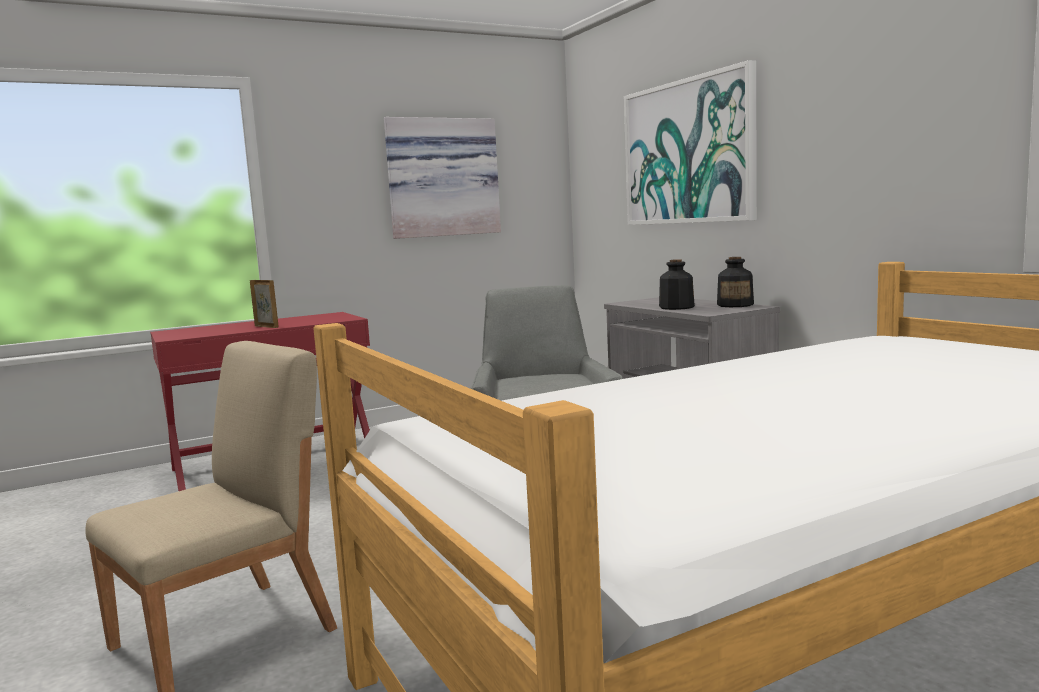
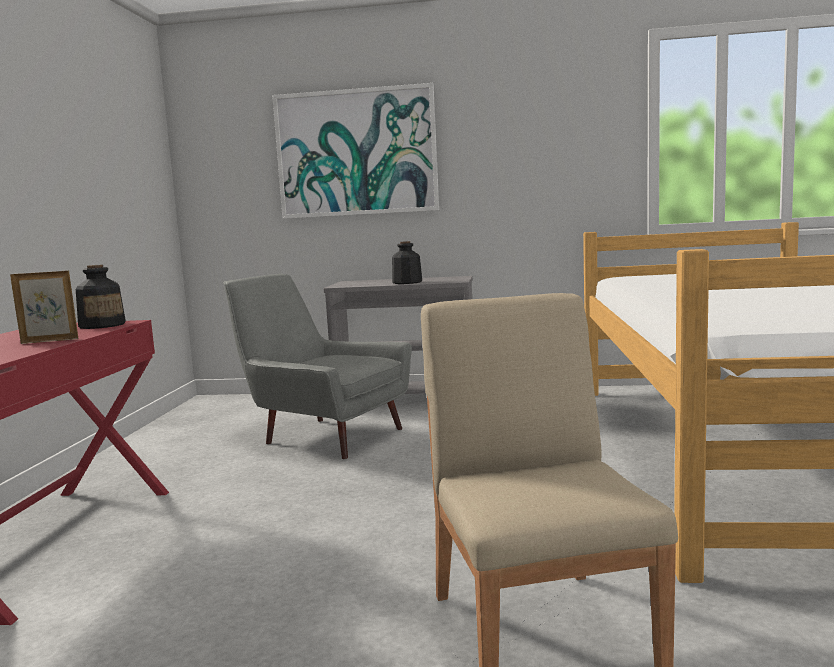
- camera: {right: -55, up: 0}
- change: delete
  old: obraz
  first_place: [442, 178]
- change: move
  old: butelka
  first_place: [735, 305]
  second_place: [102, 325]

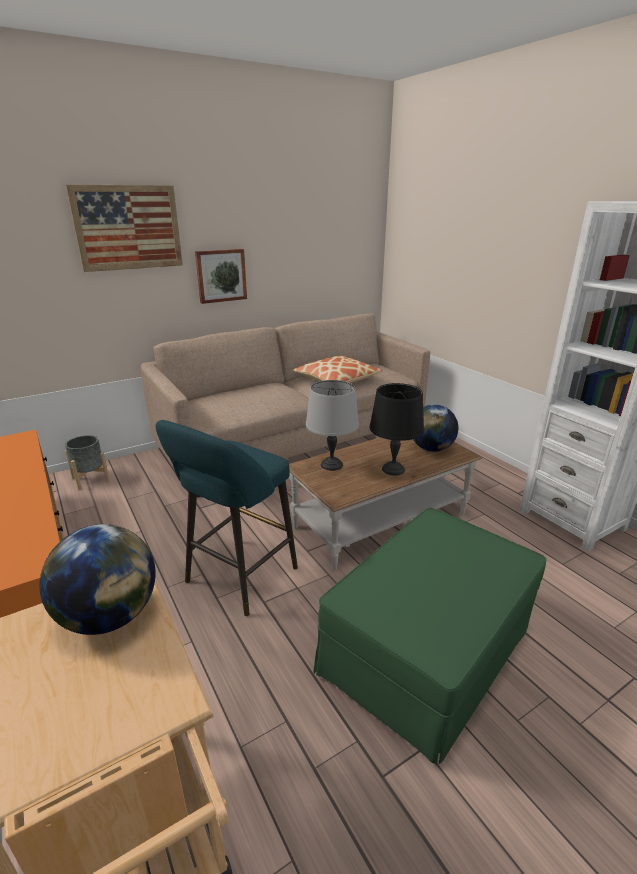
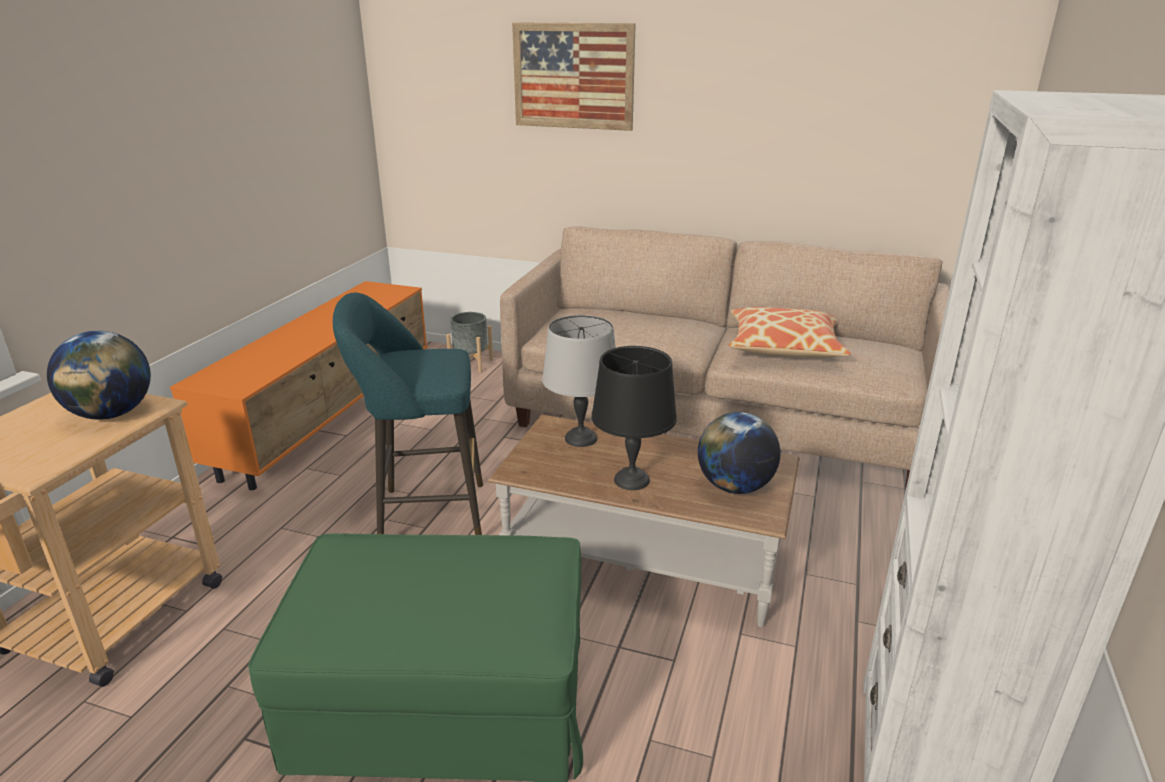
- camera: {right: 50, up: 0}
- change: delete
  old: obraz
  first_place: [221, 275]

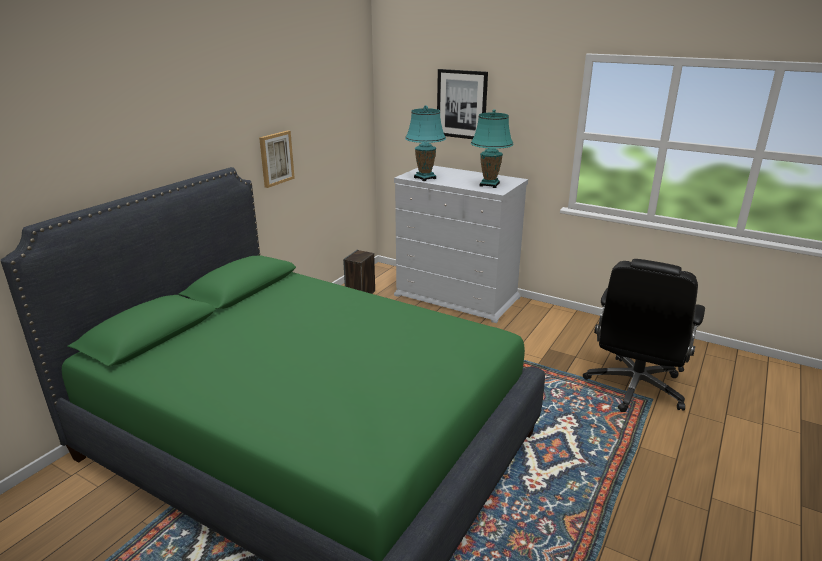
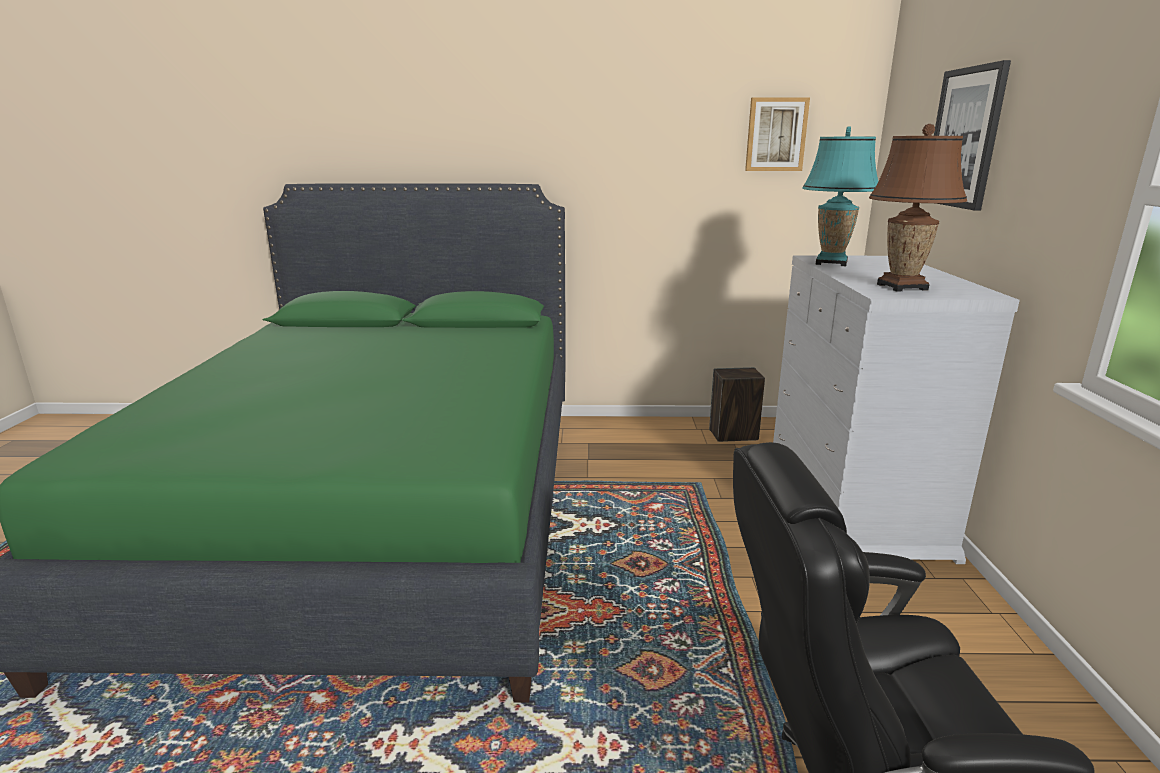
- camera: {right: 60, up: -5}
- change: recolor
  old: lampa stołowa/turkusowy
  new: lampa stołowa/brązowy
  first_place: [489, 185]
  second_place: [902, 287]
- change: move
  old: obraz
  first_place: [276, 158]
  second_place: [776, 134]

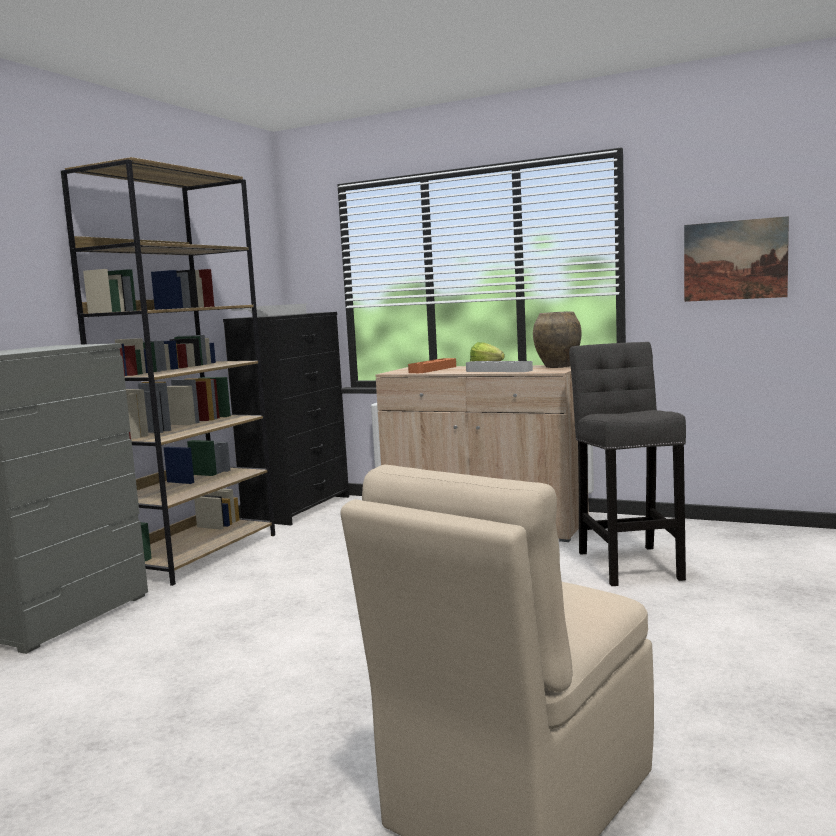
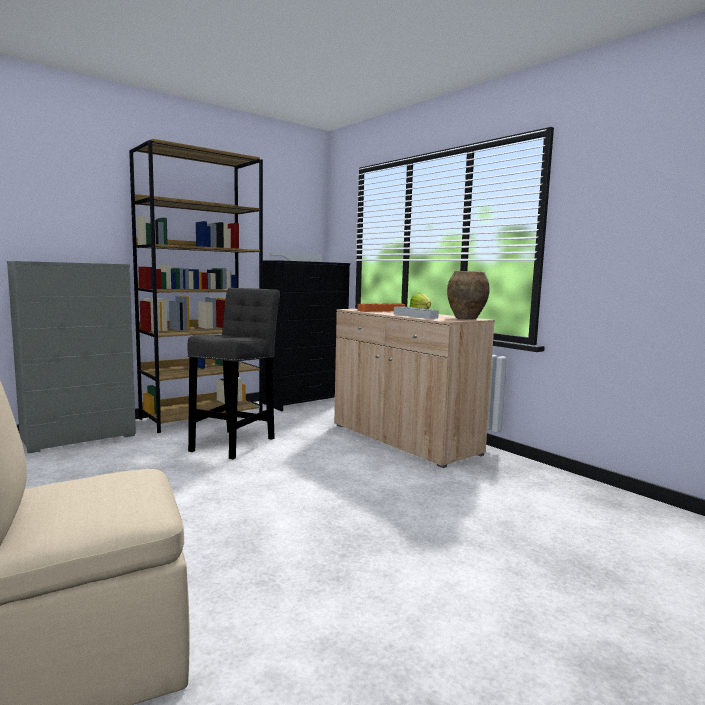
- camera: {right: 25, up: 0}
- change: delete
  old: obraz
  first_place: [735, 260]
- change: move
  old: stołek/szary
  first_place: [628, 563]
  second_place: [235, 443]

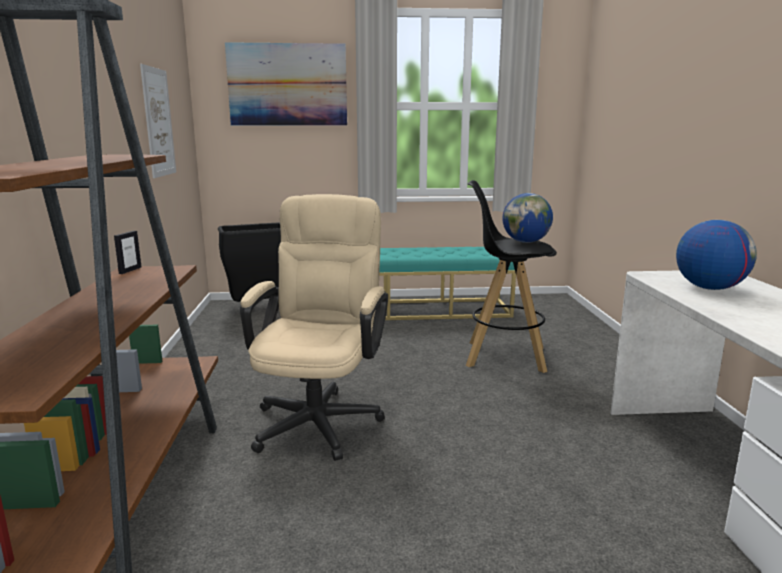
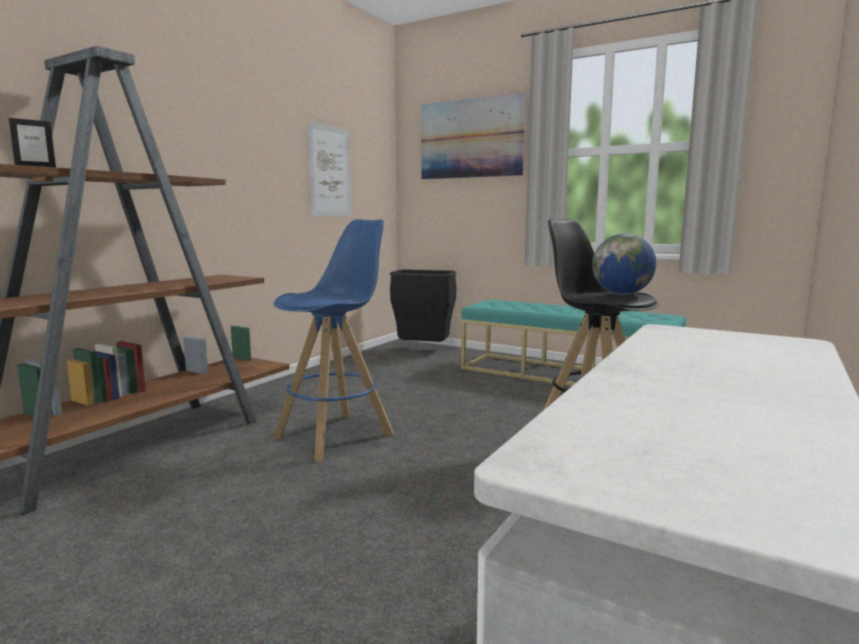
- camera: {right: 35, up: -5}
- change: replace
  old: krzesło biurowe/beżowy
  new: stołek/niebieski
  first_place: [320, 417]
  second_place: [335, 435]
- change: delete
  old: globus
  first_place: [709, 288]
- change: move
  old: ramka na zdjęcie
  first_place: [130, 270]
  second_place: [35, 166]

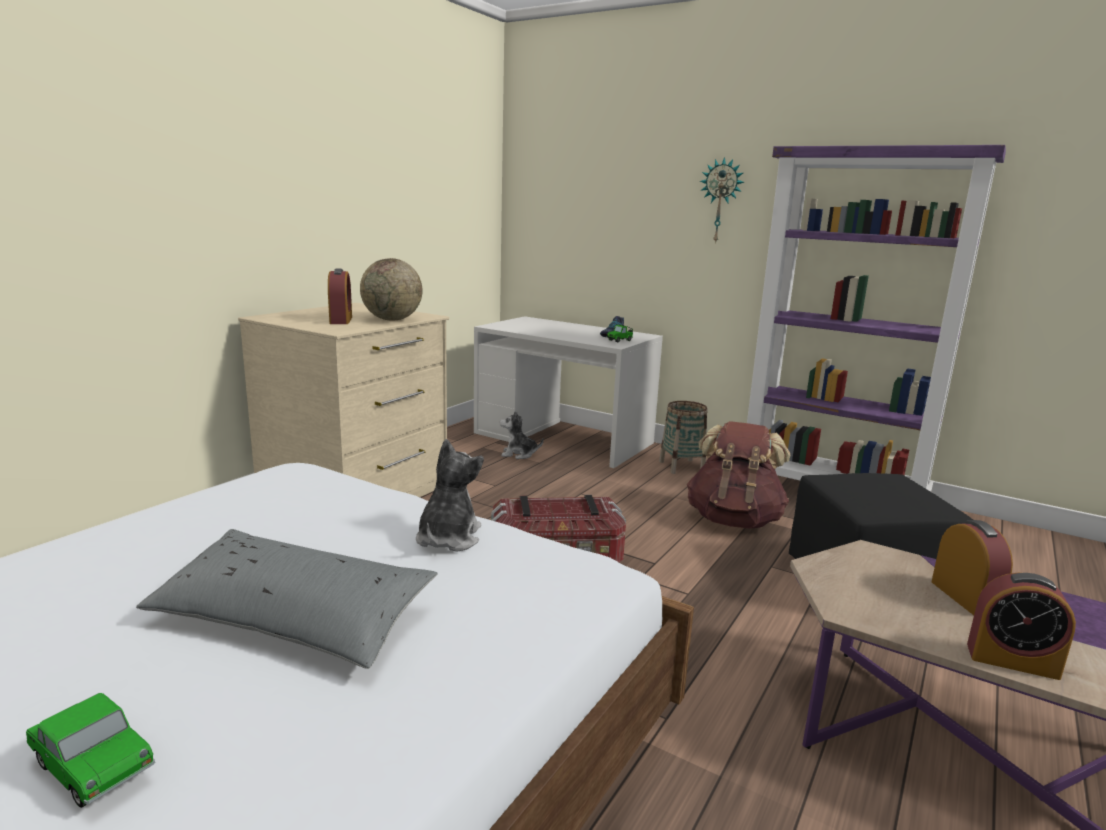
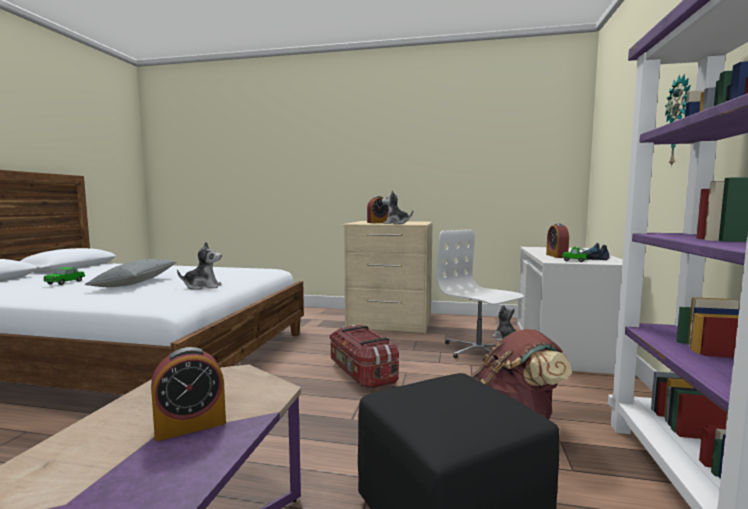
- camera: {right: 70, up: -10}
- change: replace
  old: globus
  new: pluszak
  first_place: [392, 319]
  second_place: [395, 223]
- change: delete
  old: koszyk
  first_place: [681, 466]
- change: move
  old: budzik
  first_place: [1012, 660]
  second_place: [556, 256]
- change: insert
  new: krzesło biurowe/biały
  second_place: [478, 350]

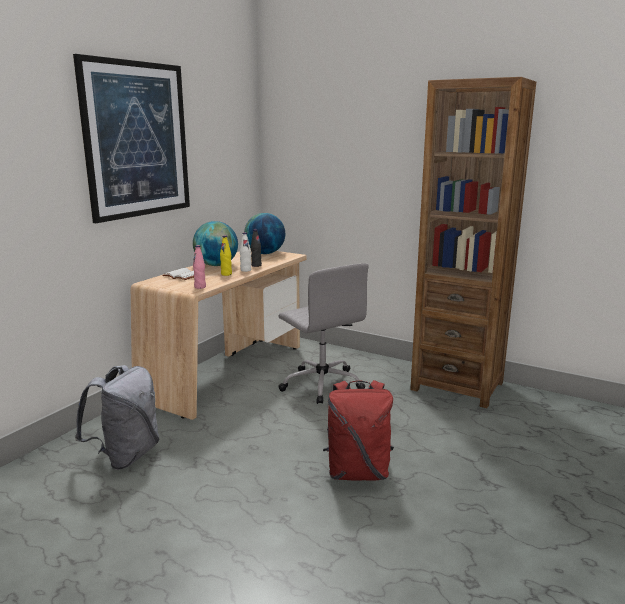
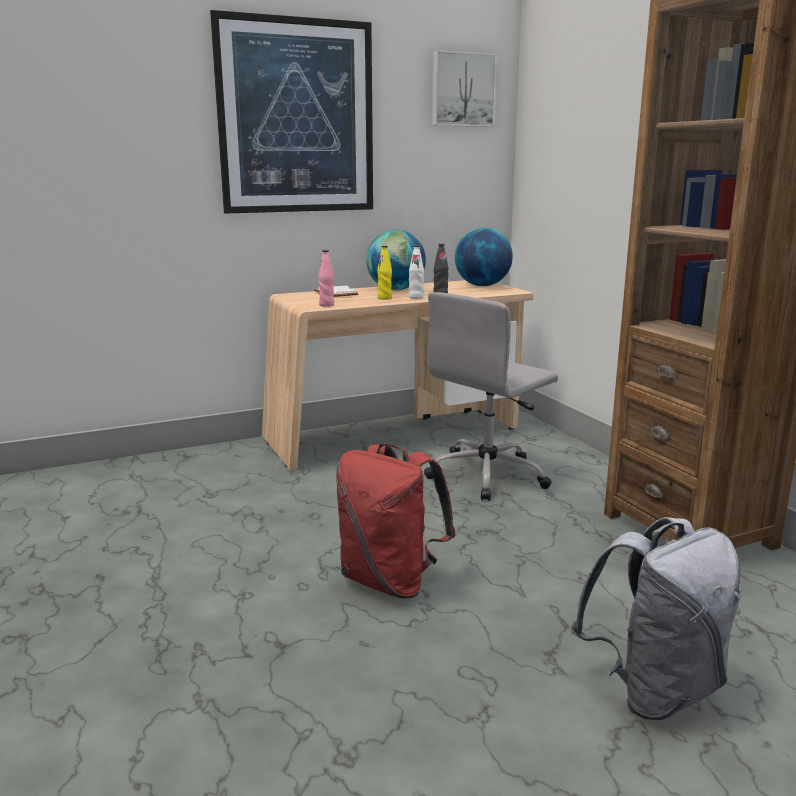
- camera: {right: 35, up: 0}
- change: rotate
  old: krzesło biurowe/szary
  first_place: [321, 384]
  second_place: [488, 475]
  degrees: 45
- change: move
  old: plecak/szary
  first_place: [126, 455]
  second_place: [654, 690]
- change: insert
  new: obraz
  second_place: [462, 90]

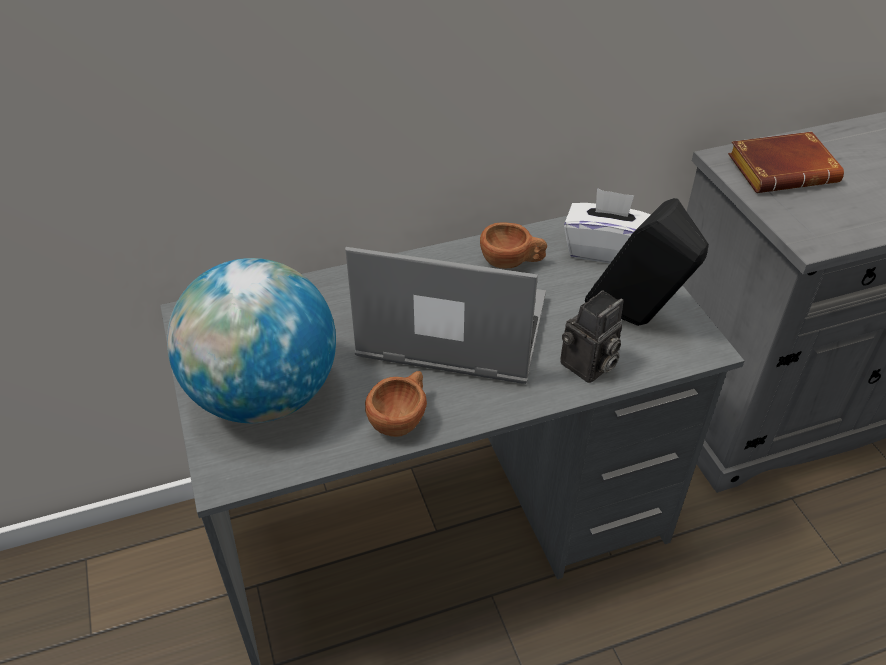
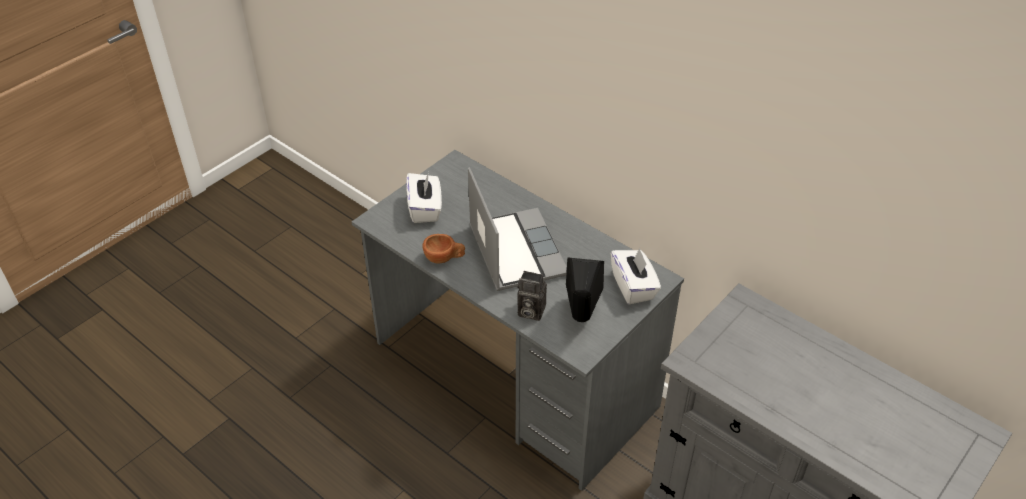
- camera: {right: 60, up: 0}
- change: delete
  old: książka/brązowy
  first_place: [783, 169]
- change: delete
  old: filiżanka/brązowy
  first_place: [512, 262]
- change: replace
  old: globus
  new: pudełko chusteczek/biały
  first_place: [264, 395]
  second_place: [425, 209]

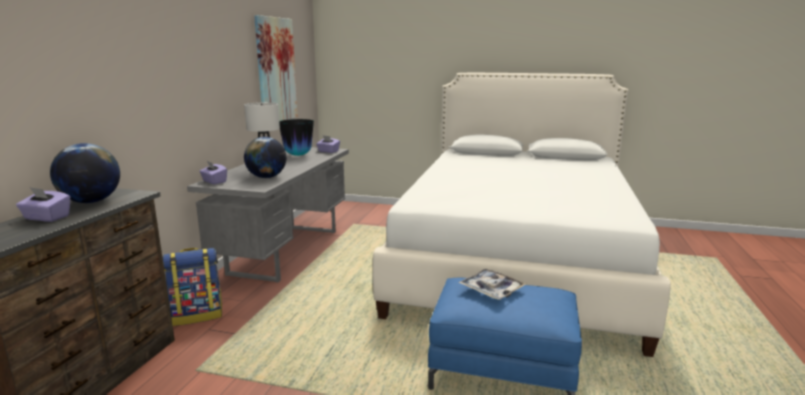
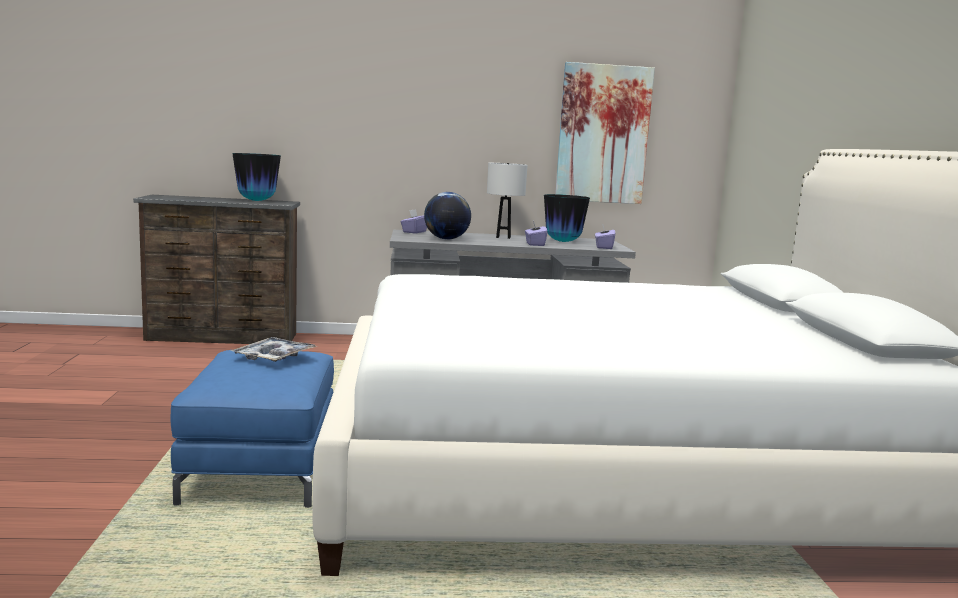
- camera: {right: 70, up: -5}
- change: replace
  old: globus
  new: wazon
  first_place: [91, 201]
  second_place: [257, 201]
- change: move
  old: pudełko chusteczek/fioletowy
  first_place: [46, 218]
  second_place: [534, 244]
- change: delete
  old: plecak
  first_place: [197, 315]

